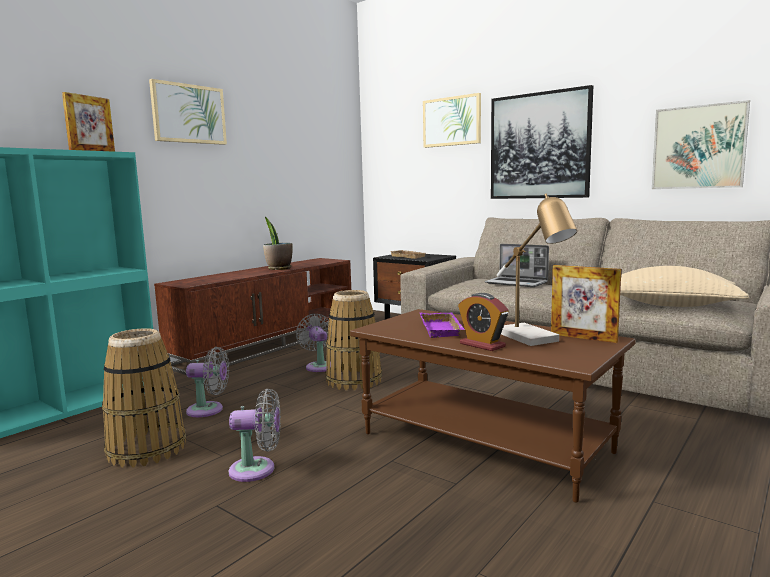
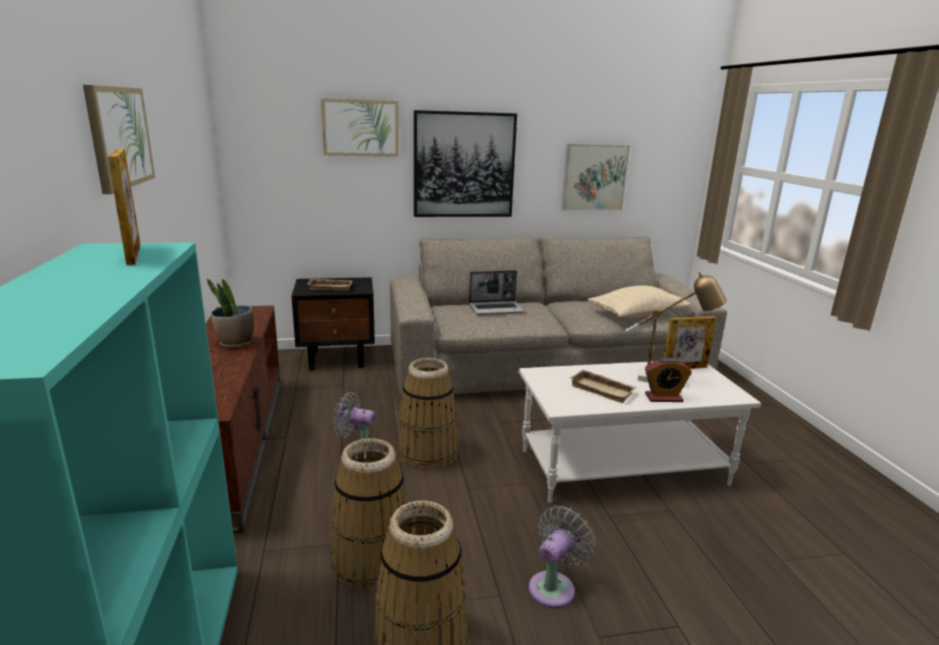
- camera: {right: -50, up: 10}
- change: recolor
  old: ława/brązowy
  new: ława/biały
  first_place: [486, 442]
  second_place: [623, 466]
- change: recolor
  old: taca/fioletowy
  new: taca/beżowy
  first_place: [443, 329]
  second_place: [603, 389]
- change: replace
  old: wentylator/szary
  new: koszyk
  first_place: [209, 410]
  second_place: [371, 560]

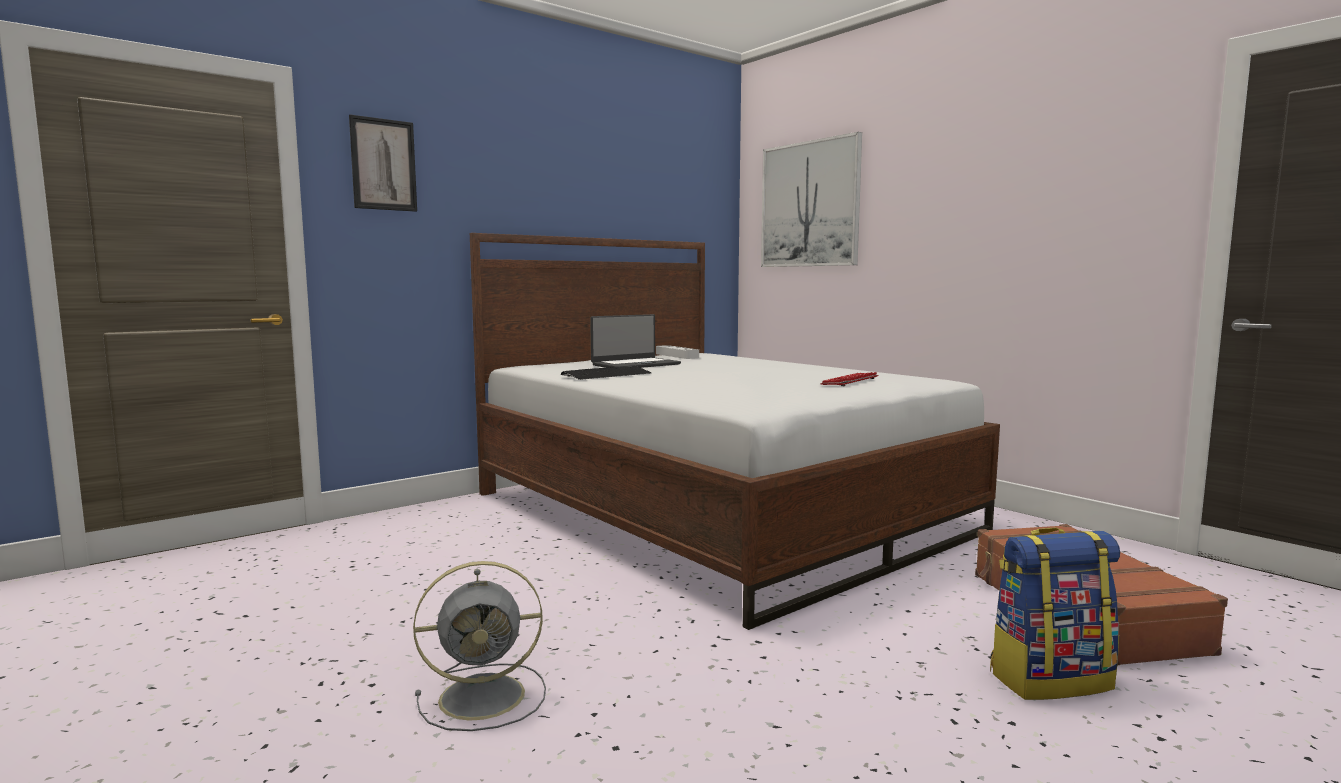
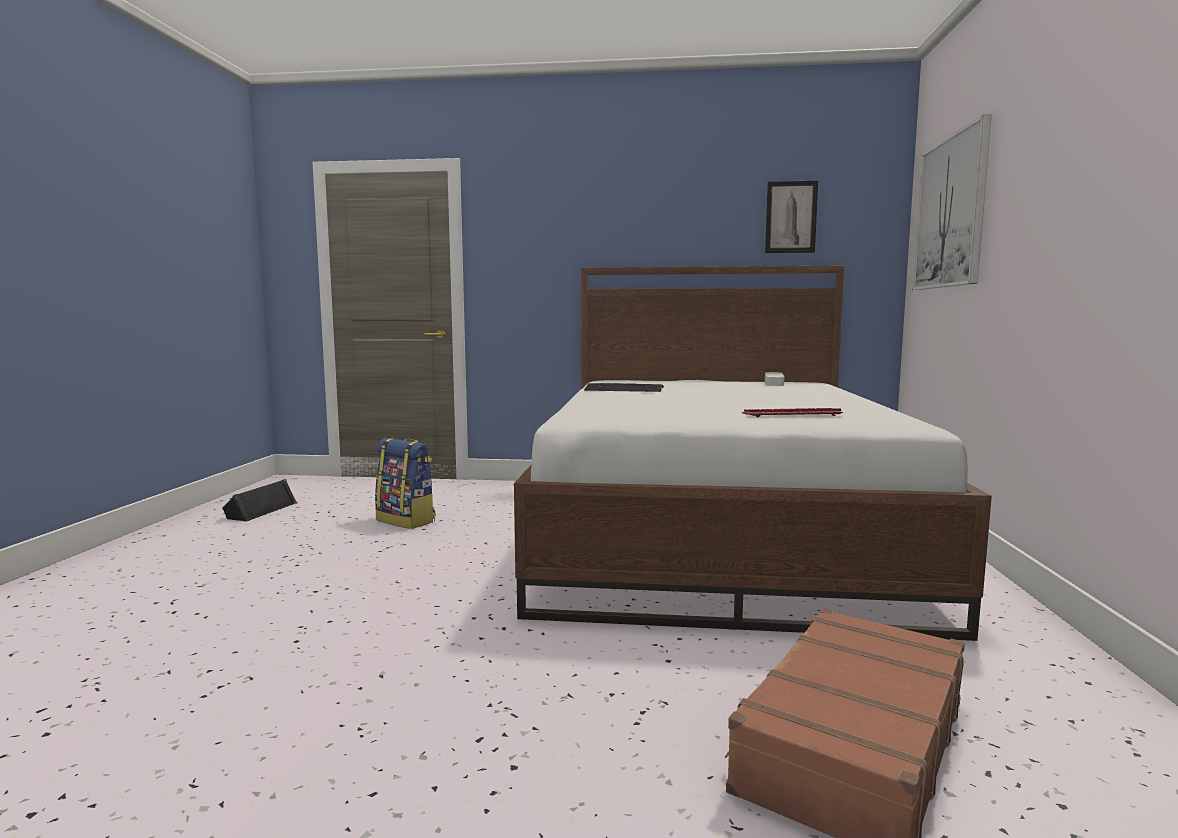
- camera: {right: 45, up: 0}
- change: move
  old: obraz
  first_place: [383, 164]
  second_place: [791, 217]
- change: delete
  old: laptop
  first_place: [635, 364]
- change: move
  old: plecak
  first_place: [1049, 679]
  second_place: [407, 521]
- change: delete
  old: wentylator/szary
  first_place: [486, 696]
- change: insert
  new: głośnik/czarny
  second_place: [260, 510]

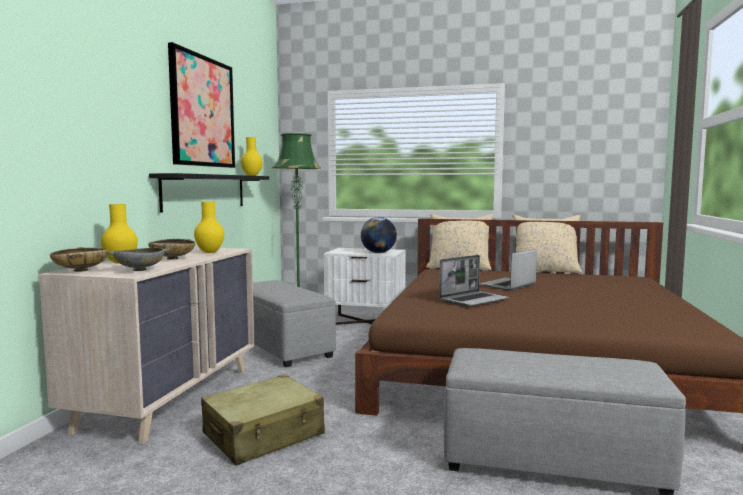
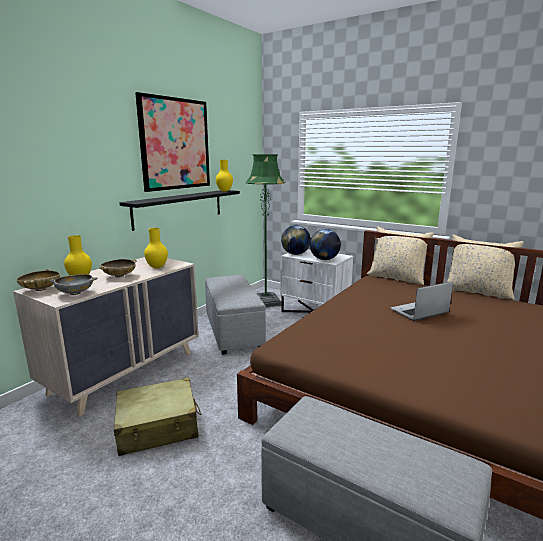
- camera: {right: 20, up: 10}
- change: delete
  old: laptop
  first_place: [473, 300]
- change: insert
  new: globus
  second_place: [295, 254]

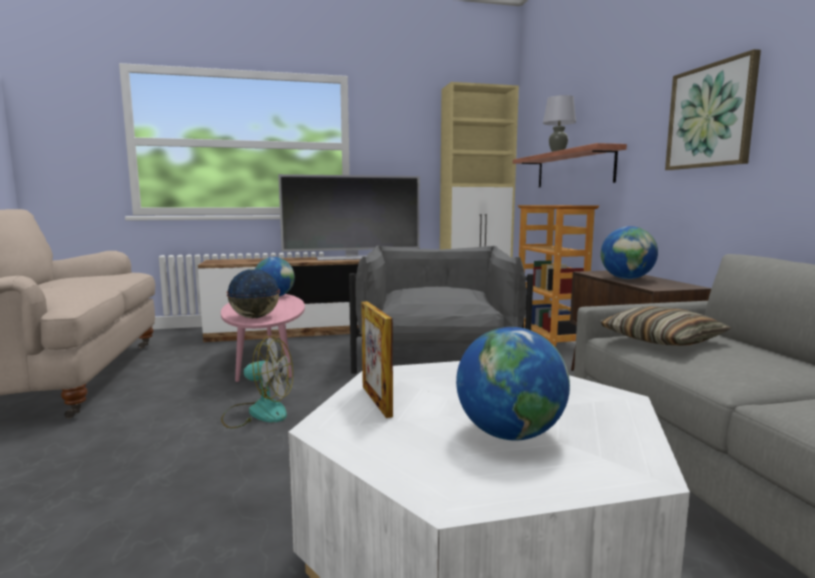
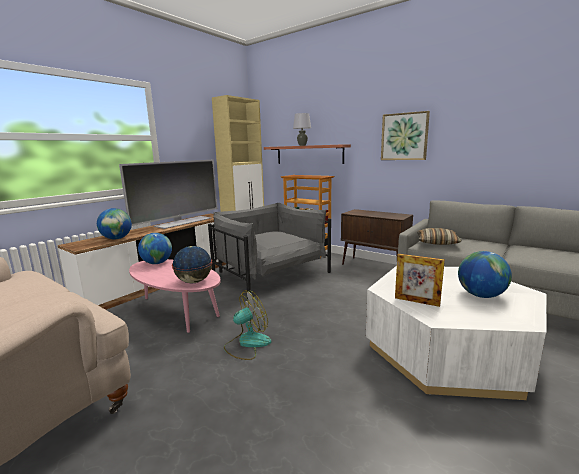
- camera: {right: -40, up: 5}
- change: move
  old: globus
  first_place: [626, 279]
  second_place: [117, 238]

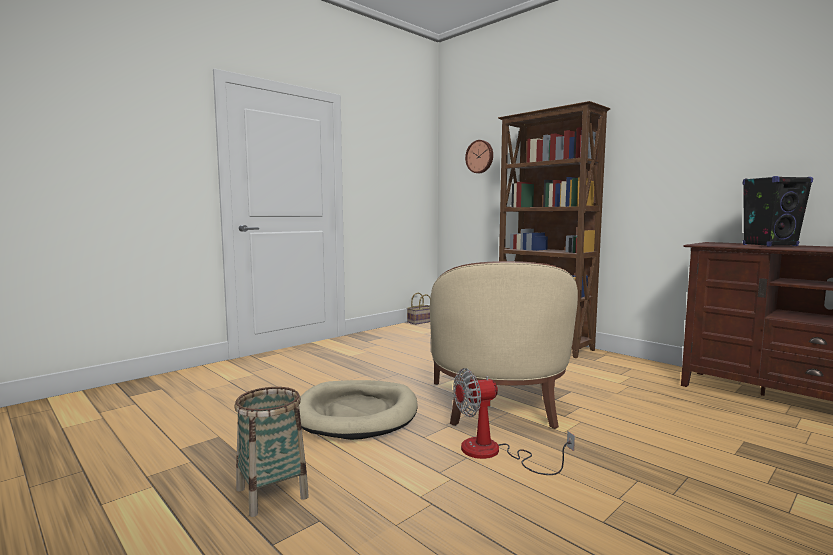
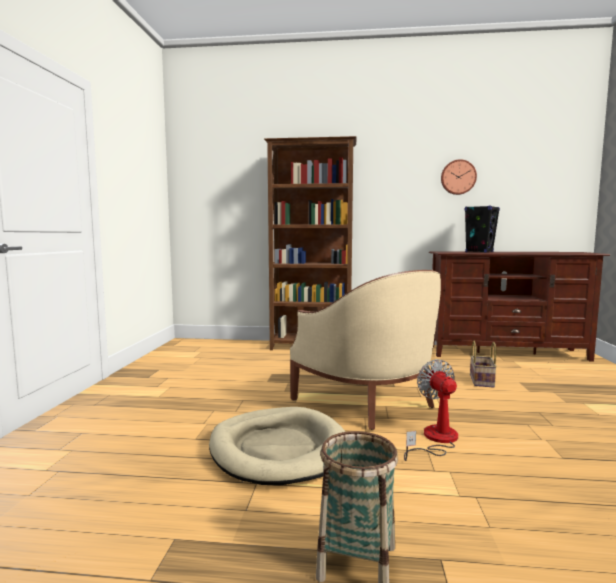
- camera: {right: -40, up: 0}
- change: move
  old: zegar ścienny
  first_place: [480, 156]
  second_place: [458, 177]
- change: move
  old: koszyk
  first_place: [420, 322]
  second_place: [482, 381]
- change: rotate
  old: wentylator
  first_place: [493, 453]
  second_place: [435, 440]
  degrees: 135

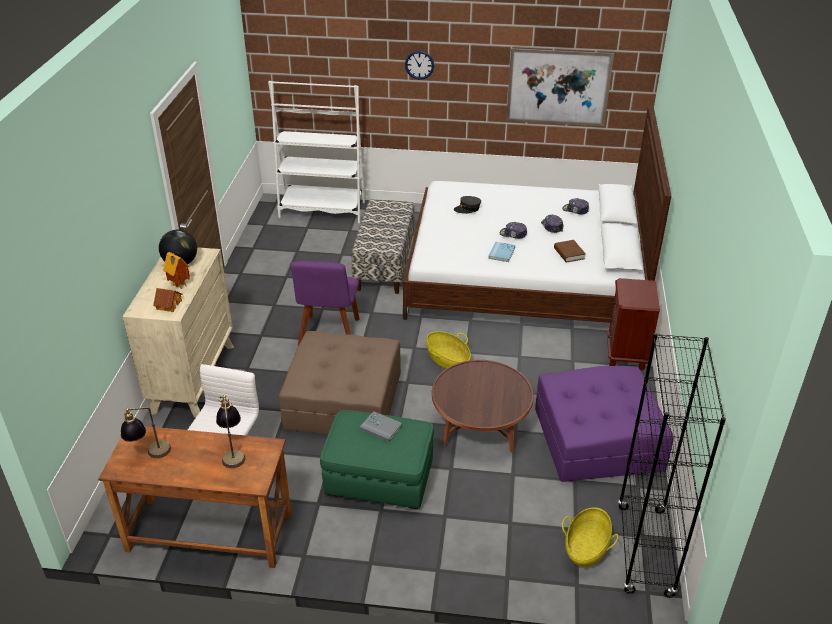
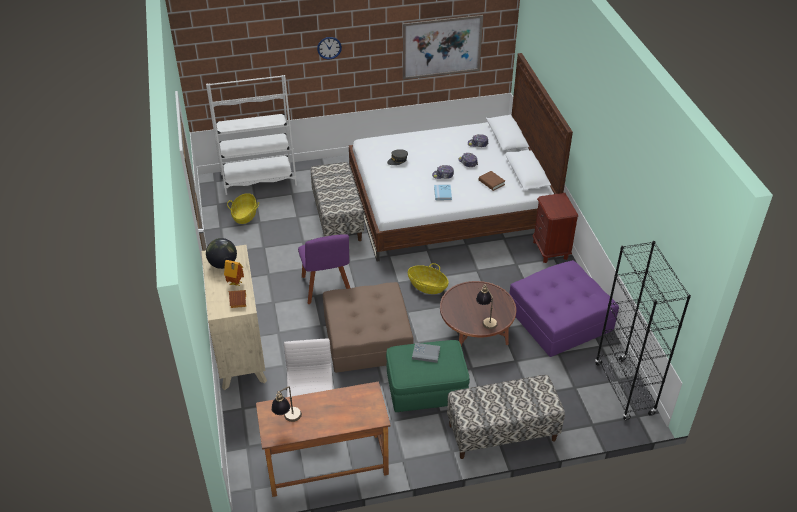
- camera: {right: -20, up: 5}
- change: move
  old: lampa stołowa
  first_place: [233, 452]
  second_place: [486, 319]
- change: move
  old: koszyk
  first_place: [586, 548]
  second_place: [245, 215]
- change: insert
  new: ławka
  second_place: [502, 433]

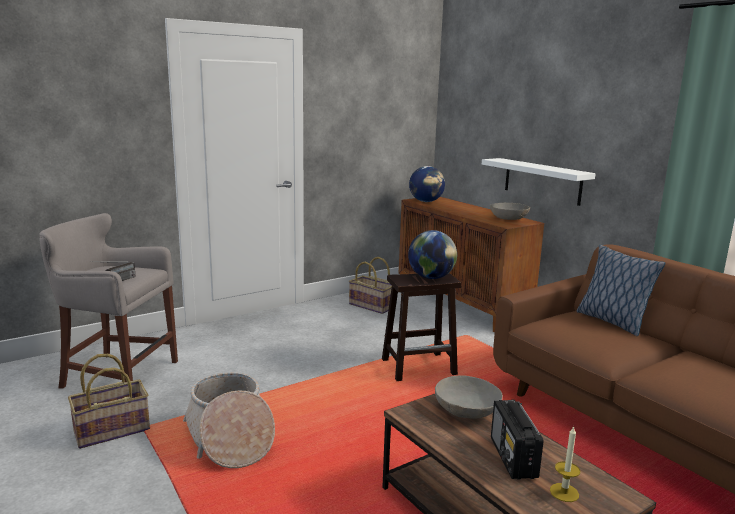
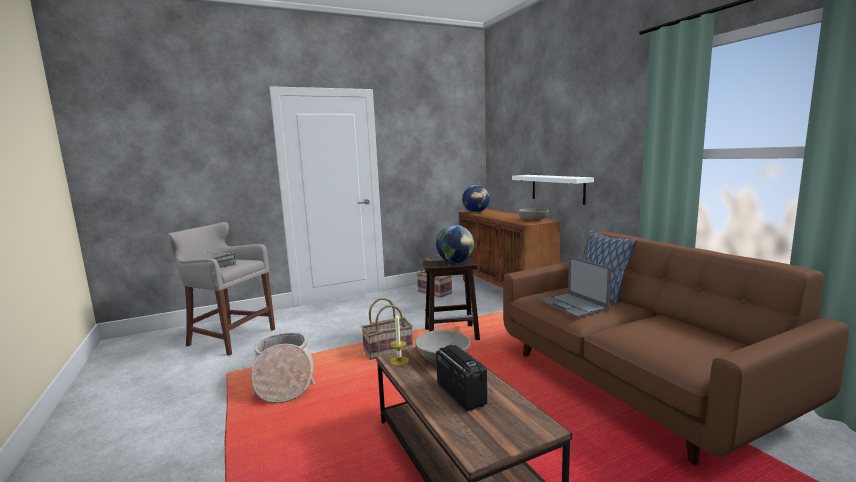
- camera: {right: 10, up: -5}
- change: move
  old: koszyk
  first_place: [112, 430]
  second_place: [388, 350]
- change: rotate
  old: radio
  first_place: [513, 458]
  second_place: [460, 393]
  degrees: 150
- change: move
  old: świeca
  first_place: [564, 492]
  second_place: [399, 361]
- change: insert
  new: laptop
  second_place: [573, 305]

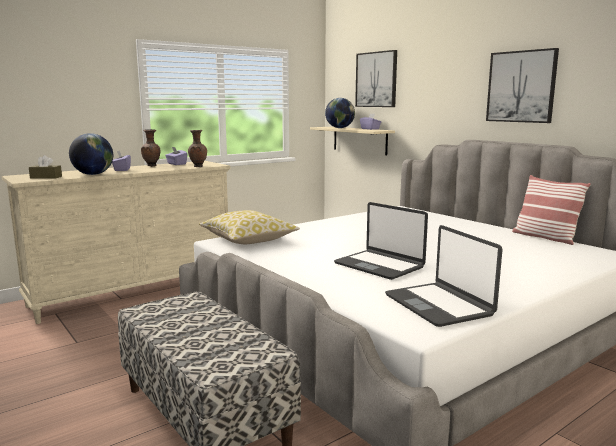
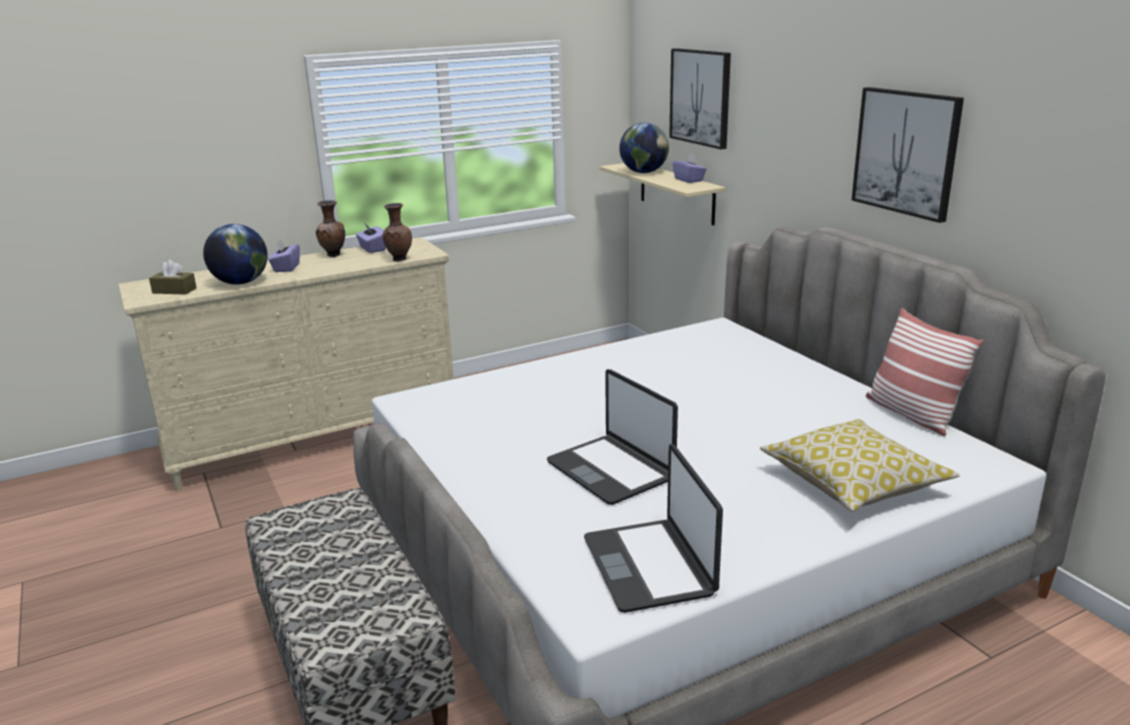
- camera: {right: 10, up: 10}
- change: move
  old: poduszka
  first_place: [248, 239]
  second_place: [853, 483]

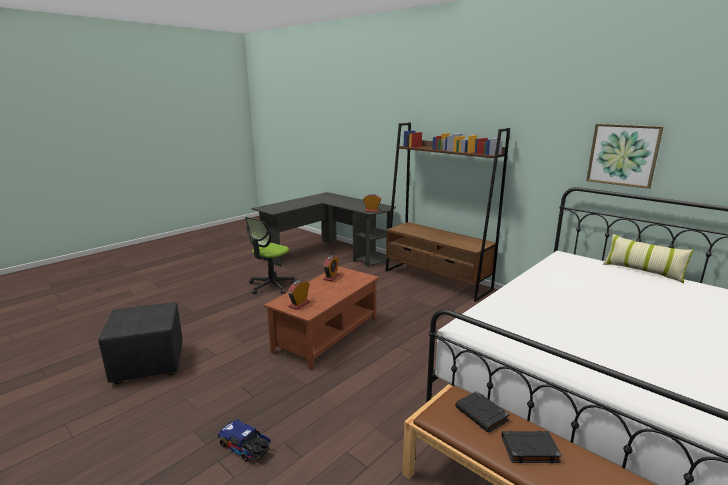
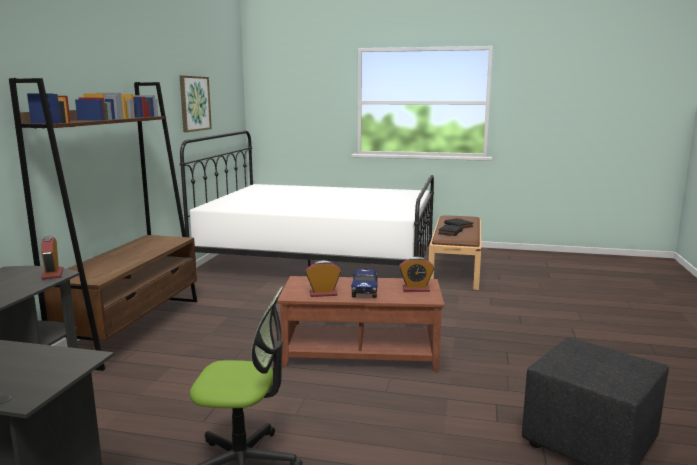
- camera: {right: -120, up: -5}
- change: delete
  old: poduszka
  first_place: [642, 271]
- change: move
  old: ciężarówka zabawkowa
  first_place: [245, 448]
  second_place: [365, 290]

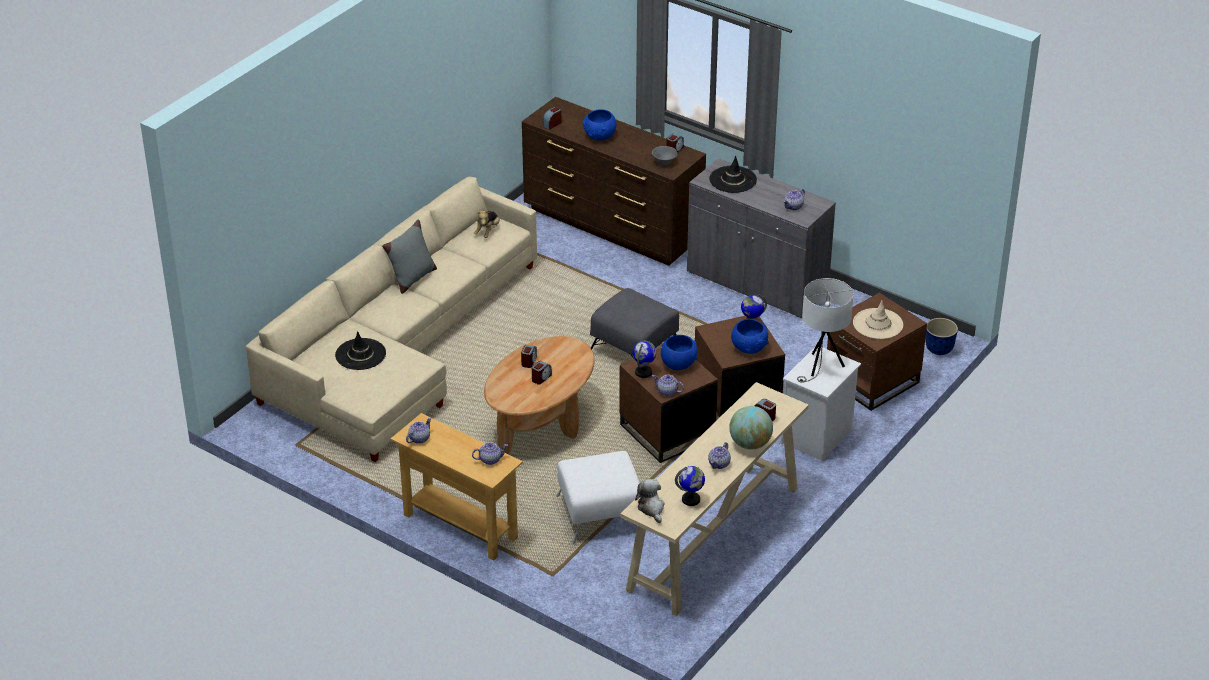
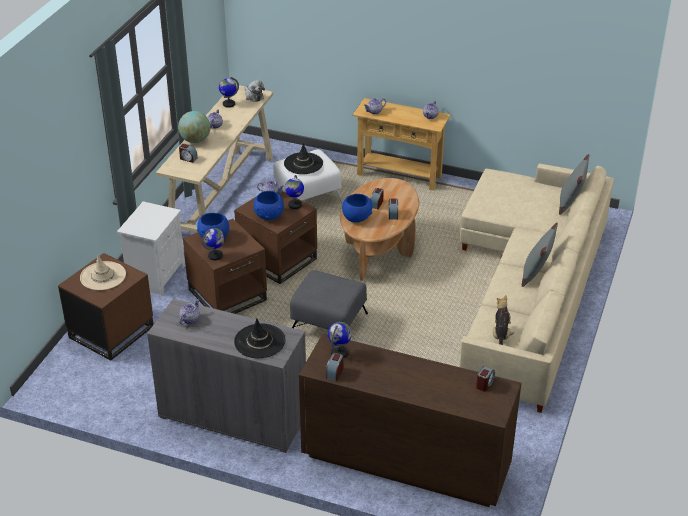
- camera: {right: 165, up: 0}
- change: move
  old: miska/niebieski
  first_place: [599, 136]
  second_place: [356, 217]
- change: replace
  old: miska/szary
  new: globus
  first_place: [664, 163]
  second_place: [339, 353]
- change: delete
  old: lampa stołowa/biały
  first_place: [821, 367]
- change: delete
  old: donica
  first_place: [938, 349]
- change: move
  old: kapelusz/czarny
  first_place: [360, 354]
  second_place: [303, 163]
- change: insert
  new: poduszka/szary
  second_place: [570, 203]

